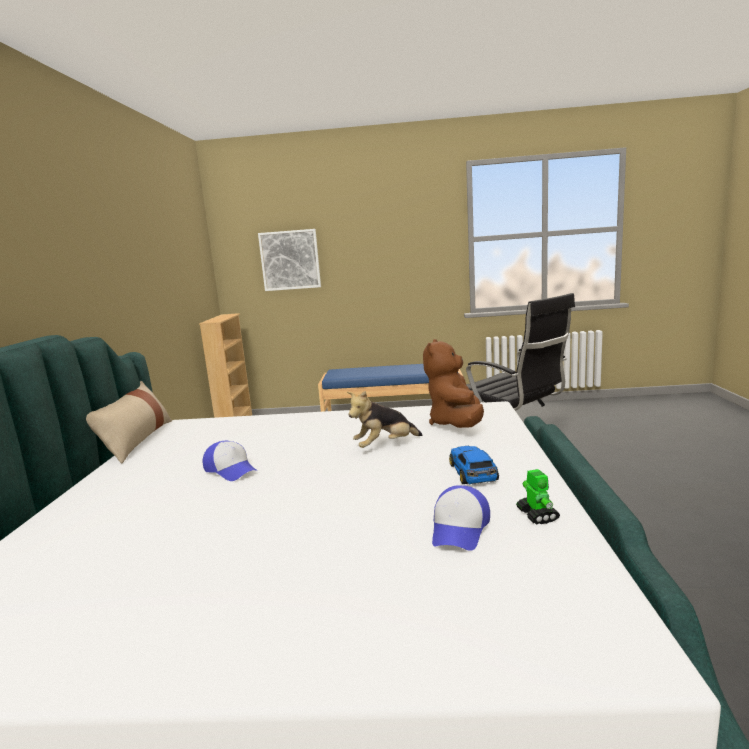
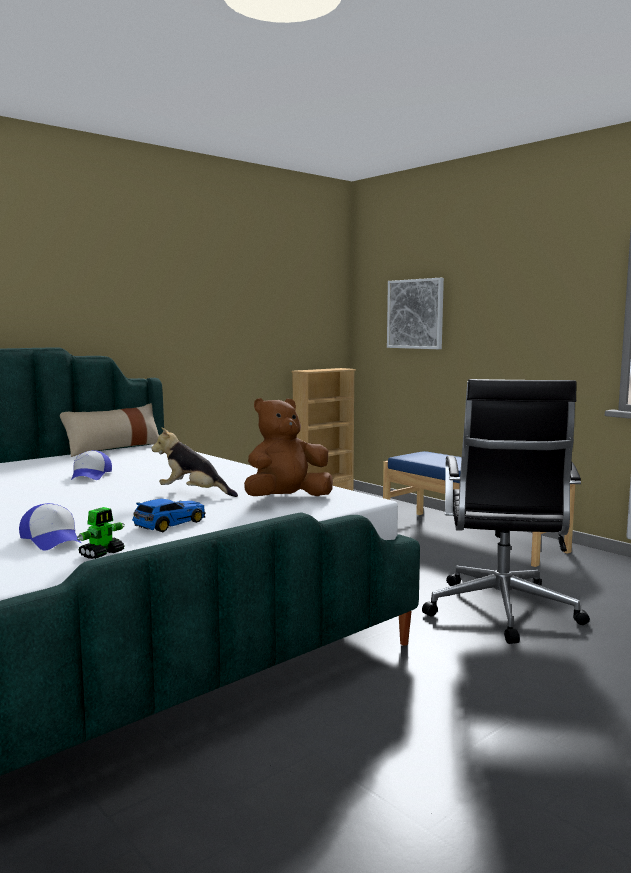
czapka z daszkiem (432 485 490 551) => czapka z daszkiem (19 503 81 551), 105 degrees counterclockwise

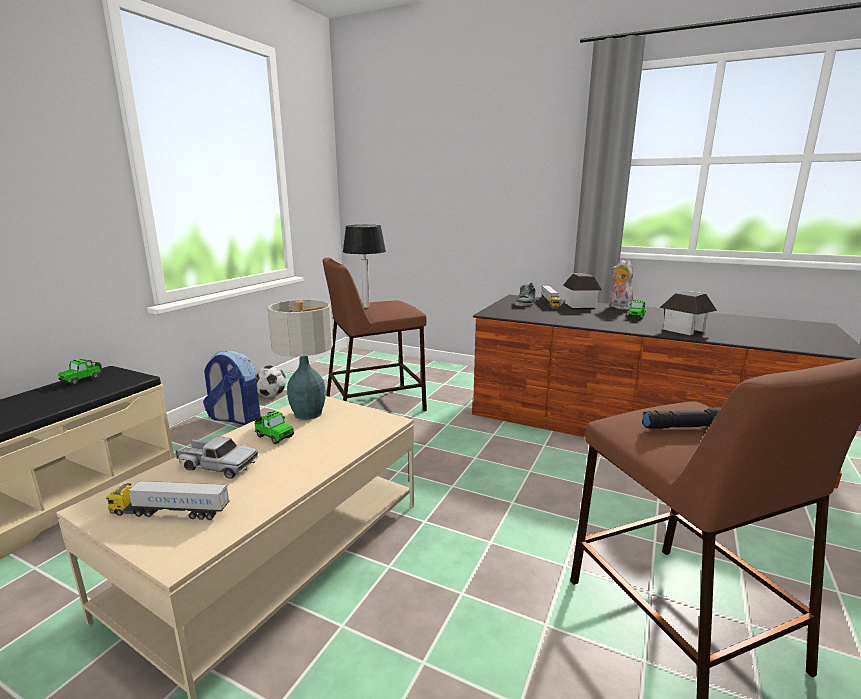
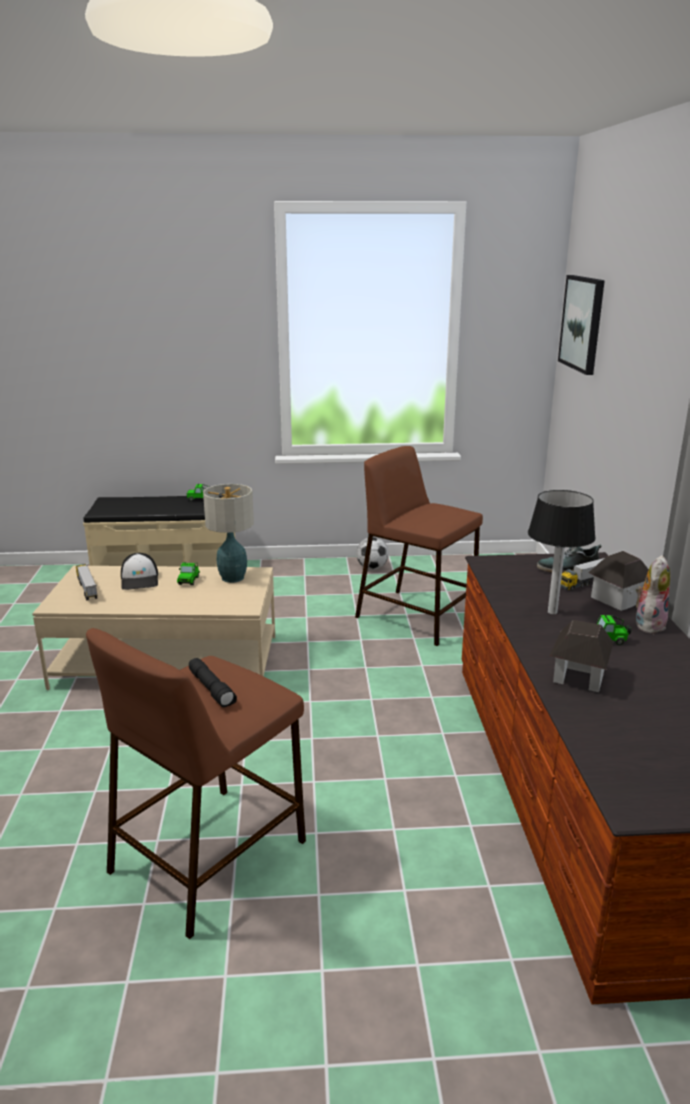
ciężarówka zabawkowa (175 437 258 479) => czapka z daszkiem (121 553 158 590)
lampa stołowa (343 225 386 308) => lampa stołowa (528 490 596 614), relocated
nothing => obraz (558 275 605 375)
plecak (203 351 261 425) => nothing

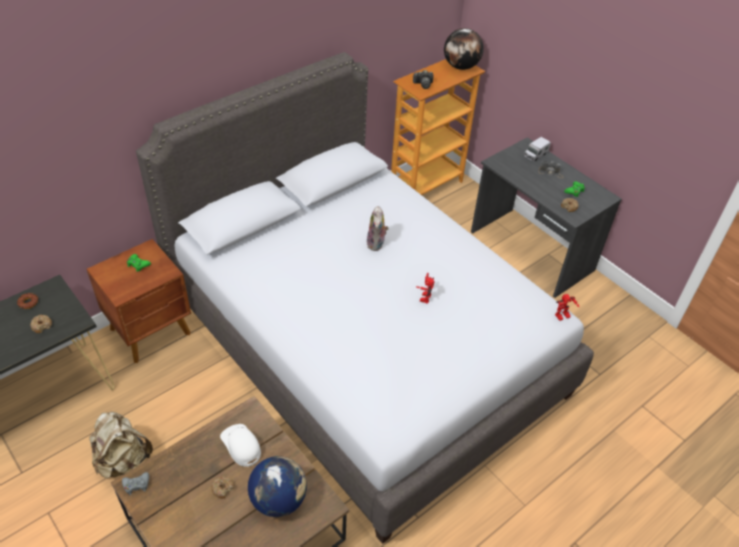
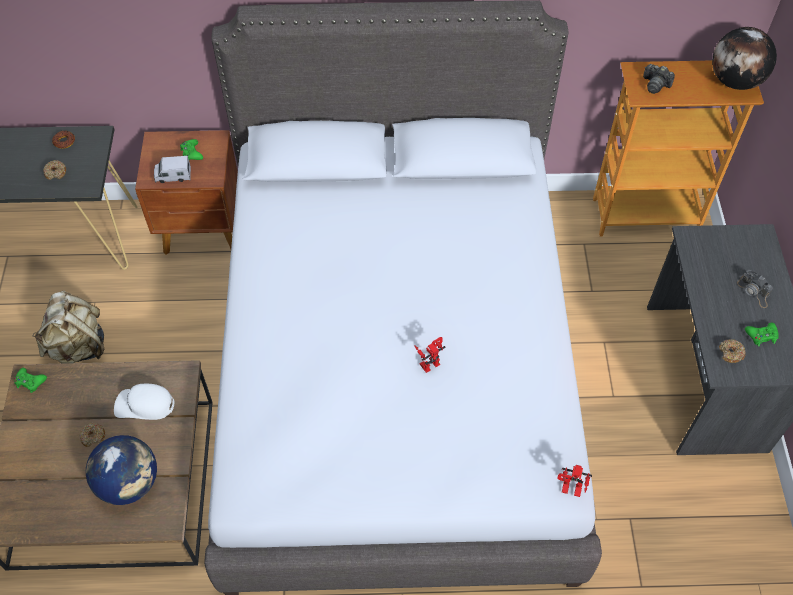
pad do gier/szary (122 472 149 495) => pad do gier/zielony (14 368 47 393)
czapka z daszkiem/biały (220 424 261 467) => czapka z daszkiem/biały (114 384 174 420), 90 degrees counterclockwise
ciężarówka zabawkowa (524 137 551 162) => ciężarówka zabawkowa (154 156 191 183), relocated
pluszak (366 206 389 251) => nothing

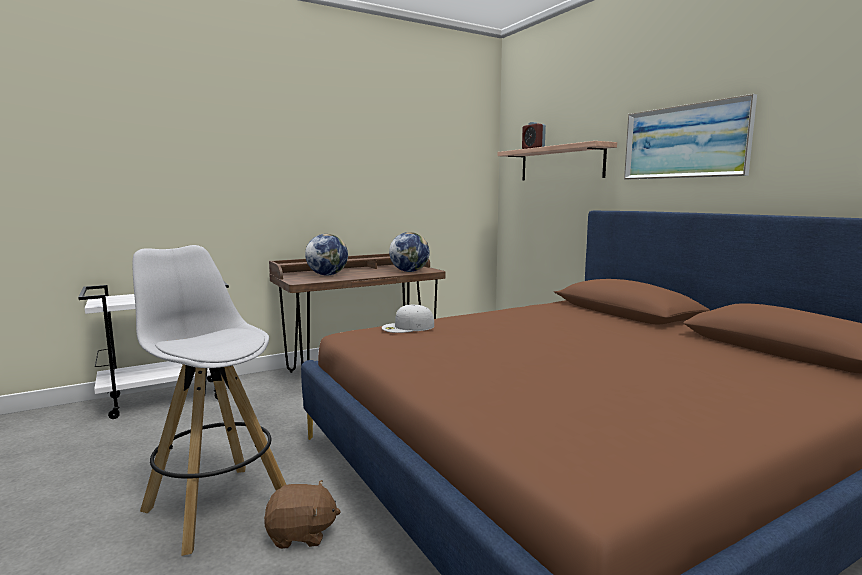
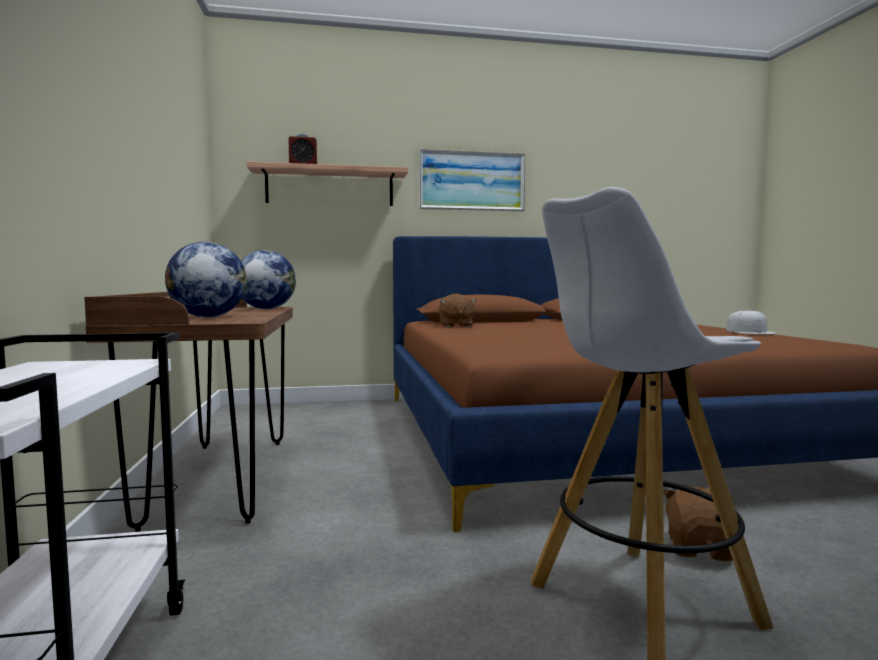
nothing => pluszak/brązowy (439 294 477 327)
czapka z daszkiem/biały (382 305 434 333) => czapka z daszkiem/biały (726 310 777 335), relocated

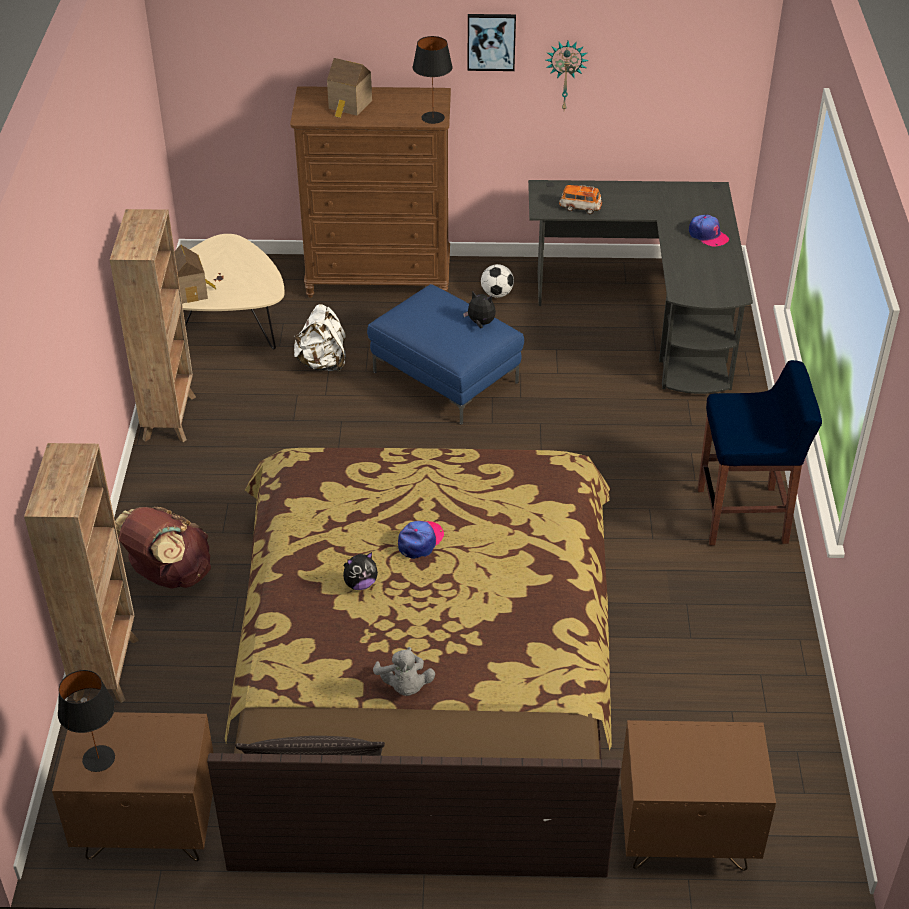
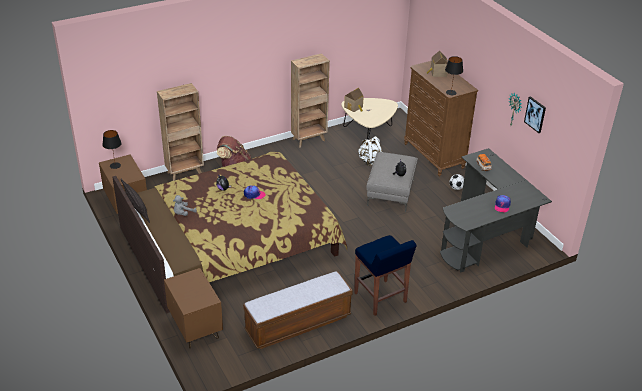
nothing => ławka (243 271 353 349)
pufa/niebieski (367 284 524 425) => pufa/szary (366 152 418 212)
obraz (467 14 516 71) => obraz (524 96 546 133), relocated

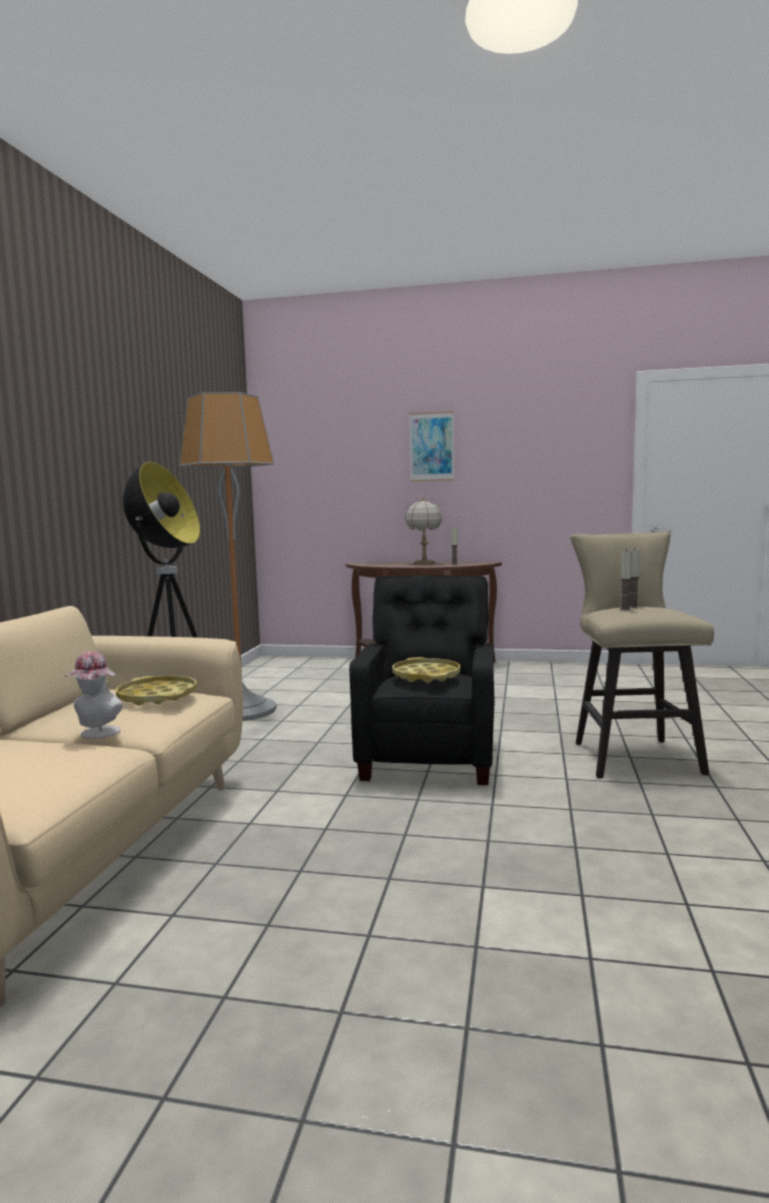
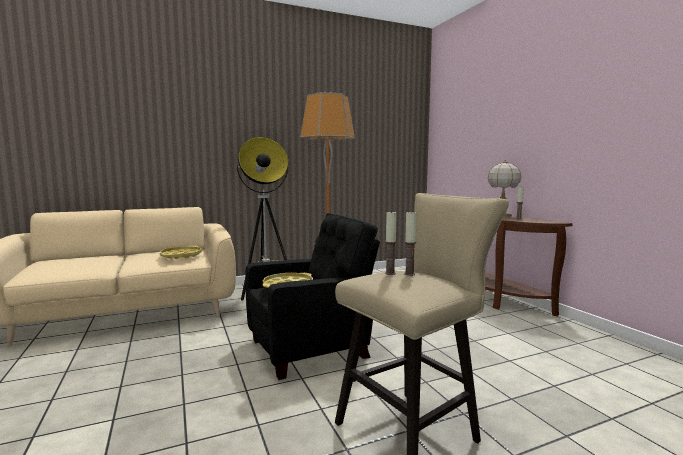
kapelusz (65 651 123 739) => nothing
obraz (409 411 454 482) => nothing

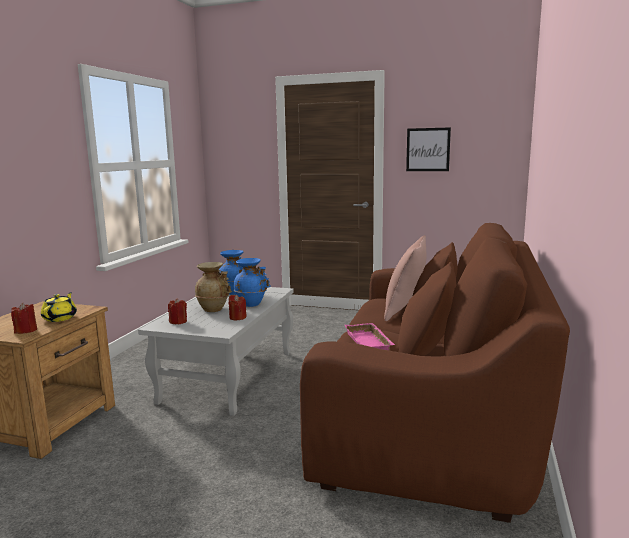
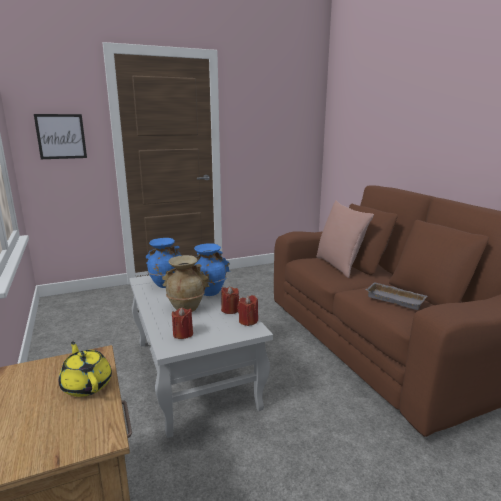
obraz (406 127 451 171) => obraz (34 114 87 159), relocated
świeca/czerwony (11 302 37 334) => świeca/czerwony (237 295 258 326), relocated
taca/różowy (345 323 395 350) => taca/szary (366 282 427 310)

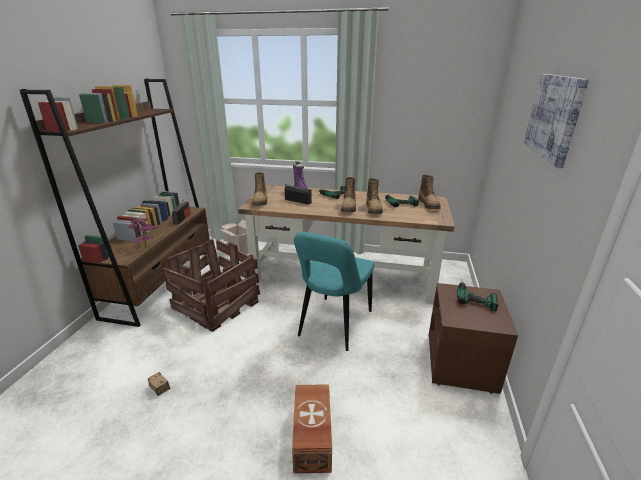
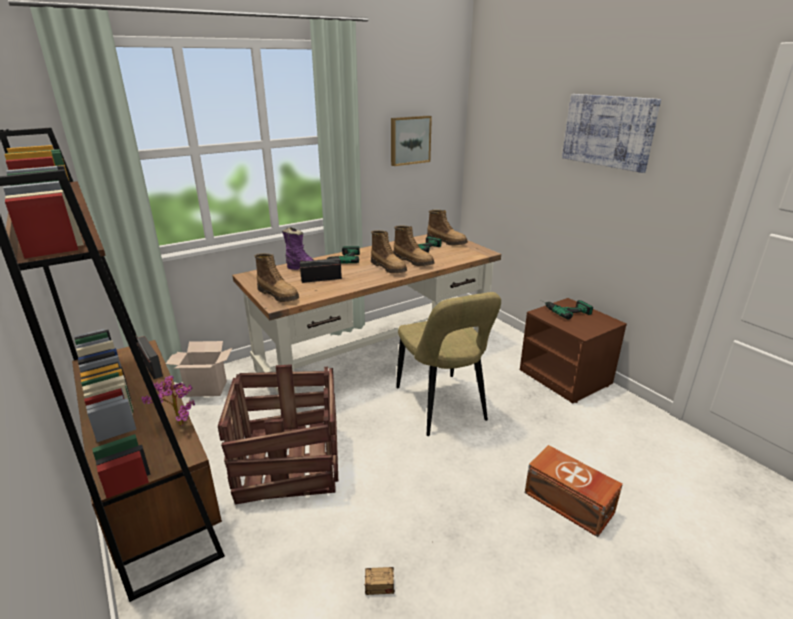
nothing => obraz (391 116 432 166)
krzesło/turkusowy (294 232 374 351) => krzesło/beżowy (396 292 501 436)

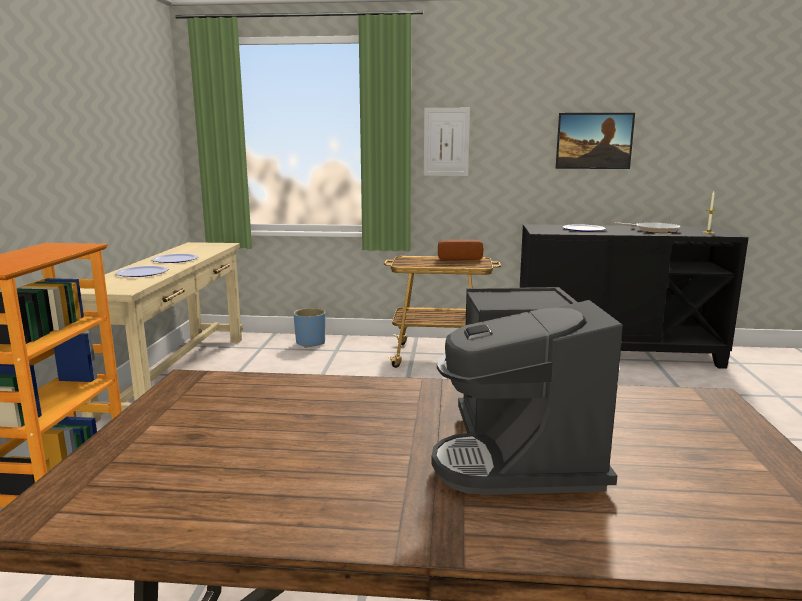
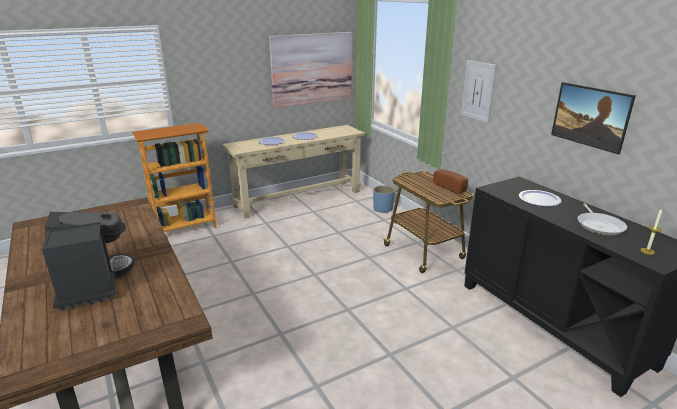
ekspres do kawy (431 287 623 495) => ekspres do kawy (42 212 135 310), 105 degrees clockwise
nothing => obraz (269 32 352 108)

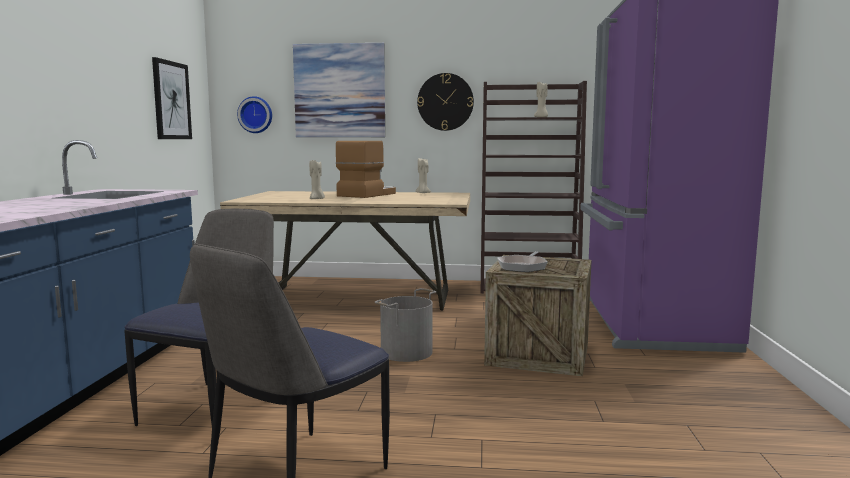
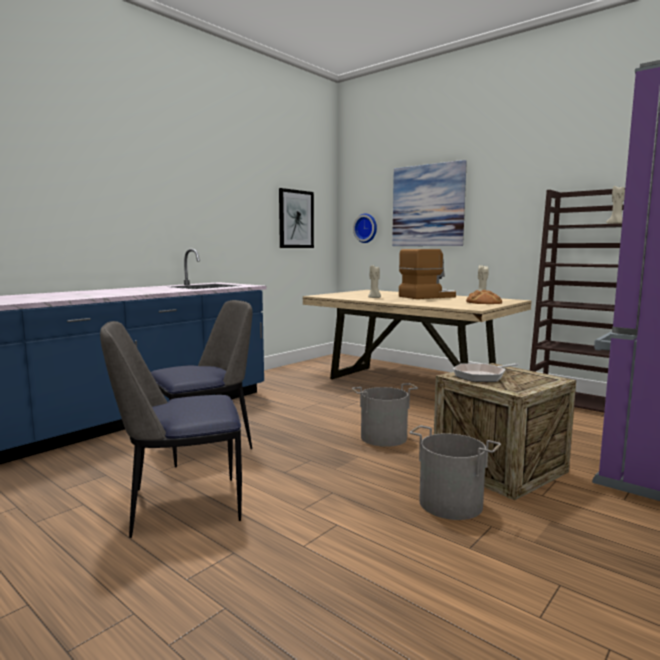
nothing => wiadro/szary (409 425 501 520)
nothing => chleb (466 290 502 304)
zegar ścienny (417 73 474 131) => nothing

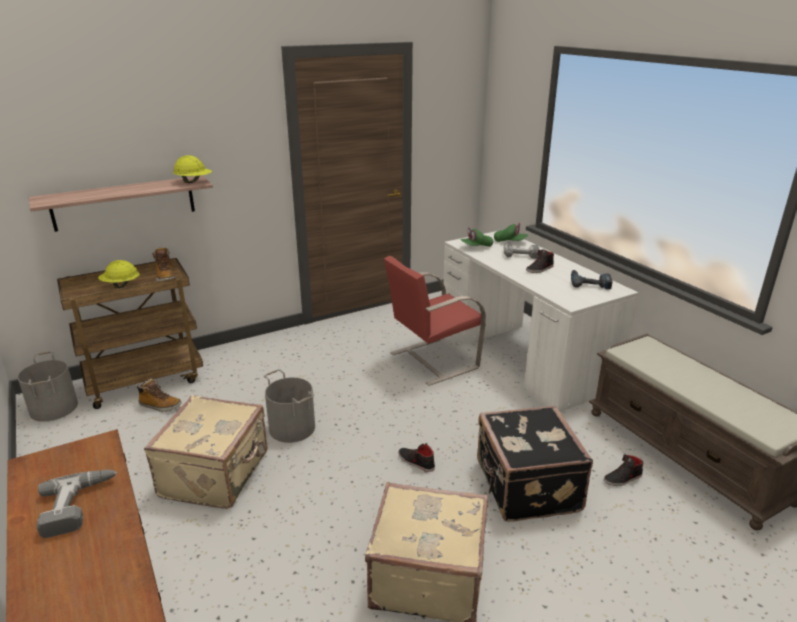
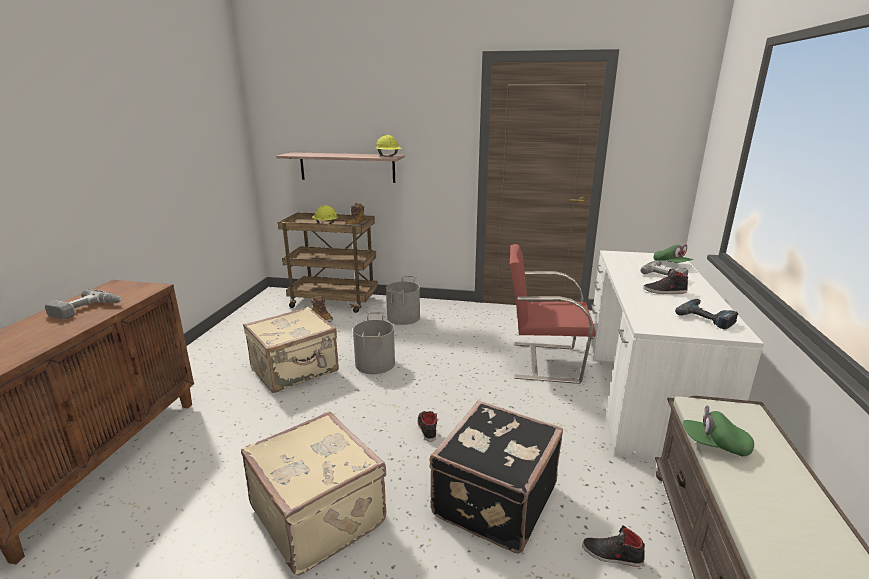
wiadro/szary (17 351 78 422) => wiadro/szary (386 275 420 325), relocated
czapka z daszkiem/zielony (460 227 493 247) => czapka z daszkiem/zielony (683 406 754 456), relocated

